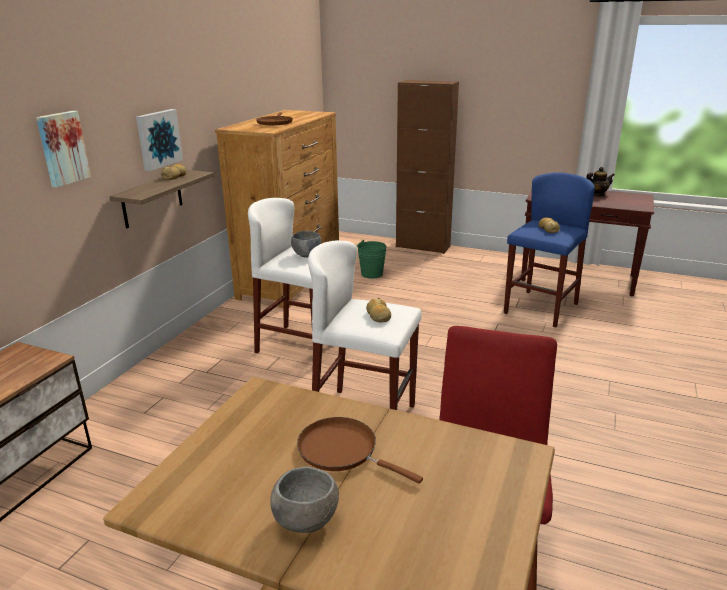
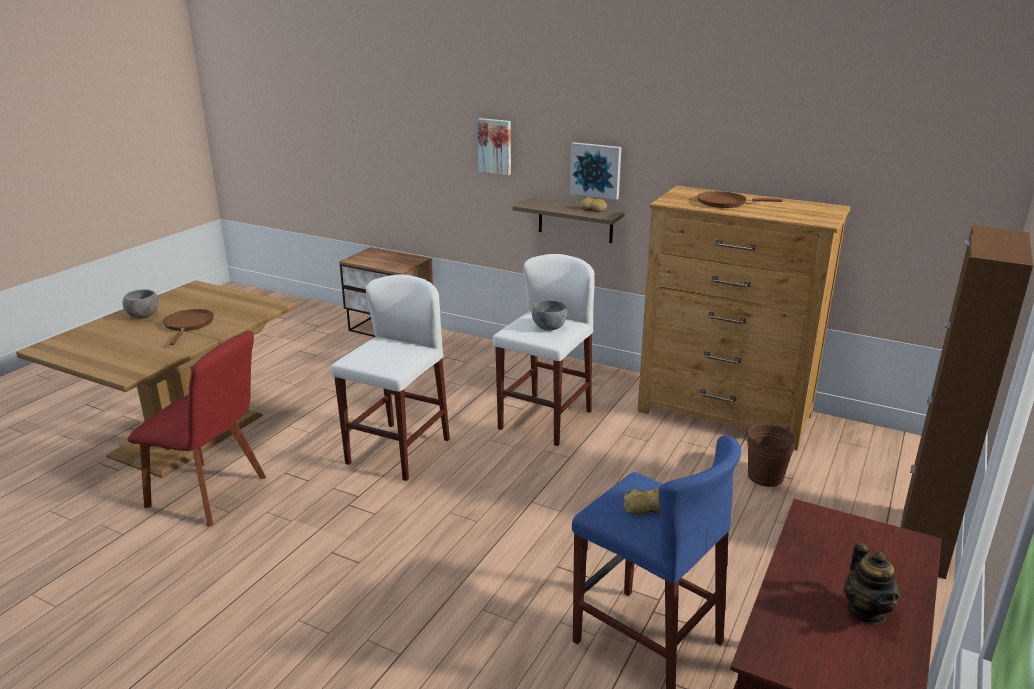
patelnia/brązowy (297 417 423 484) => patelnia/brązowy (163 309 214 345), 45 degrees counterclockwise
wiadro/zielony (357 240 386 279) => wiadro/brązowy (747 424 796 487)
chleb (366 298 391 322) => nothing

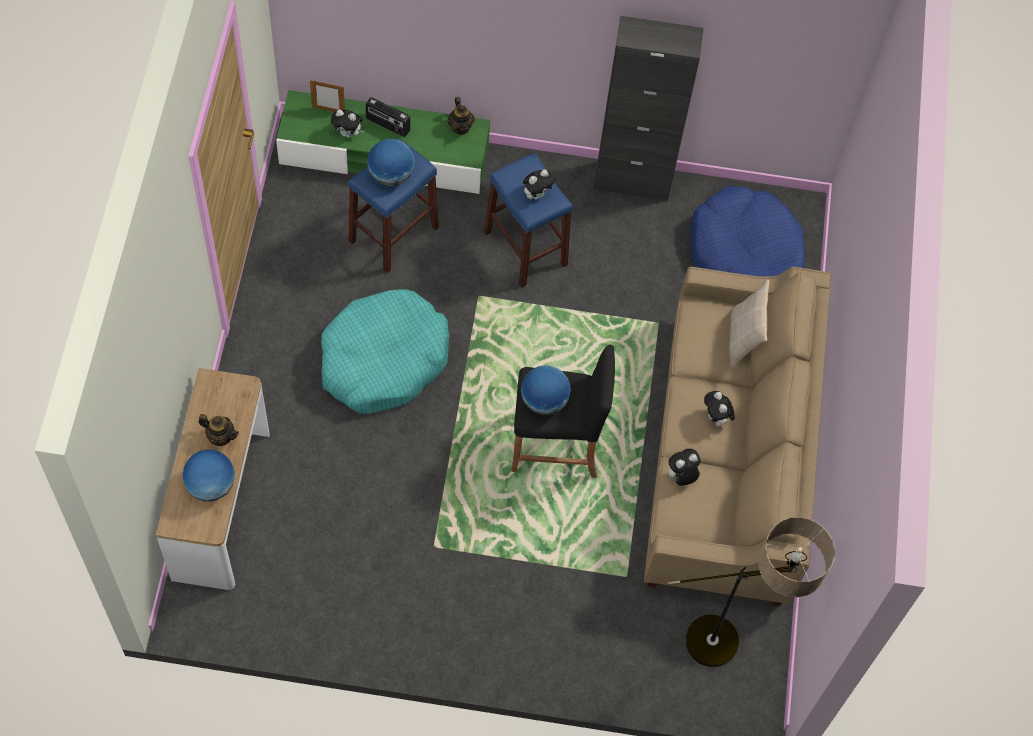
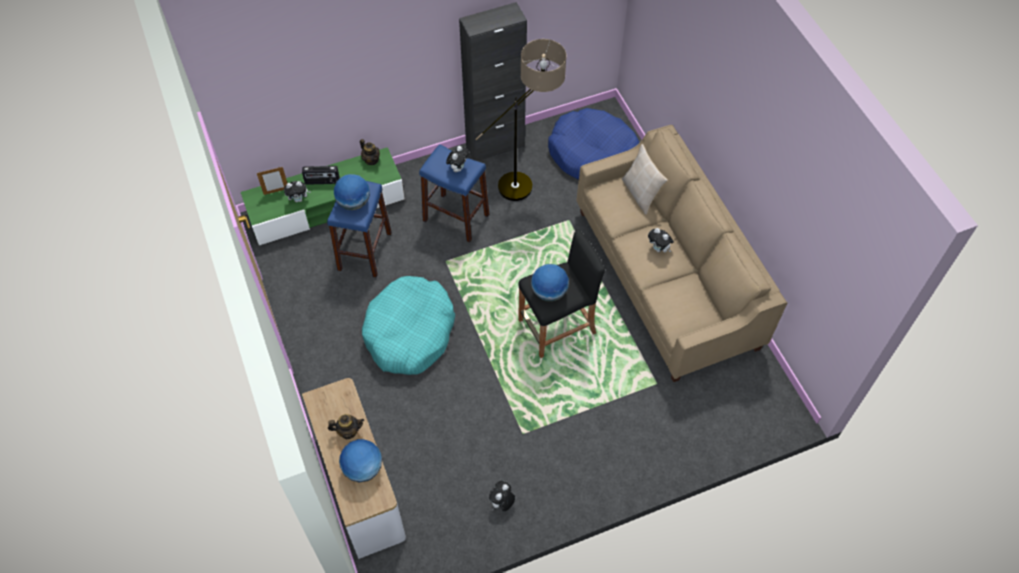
lampa stojąca (668 517 835 667) => lampa stojąca (475 39 567 201), relocated
pluszak (665 449 701 486) => pluszak (489 481 515 512), relocated

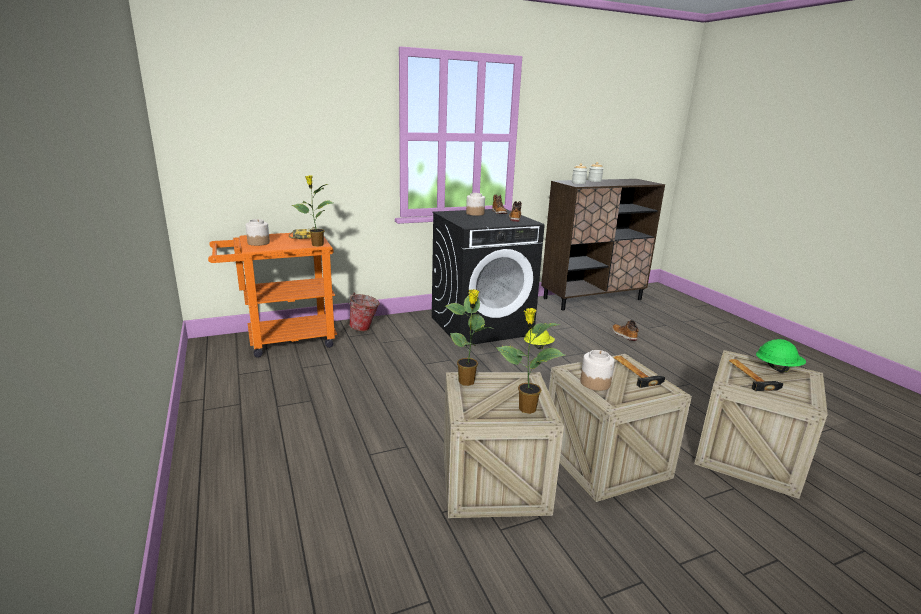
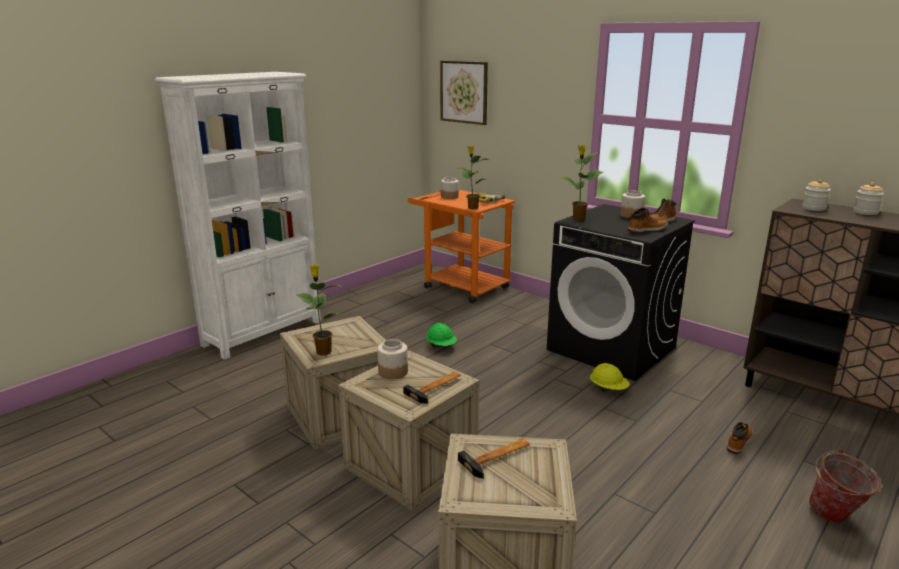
nothing => regał/biały (155 72 321 360)
kask/zielony (756 339 806 372) => kask/zielony (426 323 457 347), relocated
nothing => obraz (440 61 488 125)
roślina doniczkowa (445 289 493 386) => roślina doniczkowa (559 145 603 220), relocated
wiadro (348 293 380 331) => wiadro (809 449 880 523), relocated

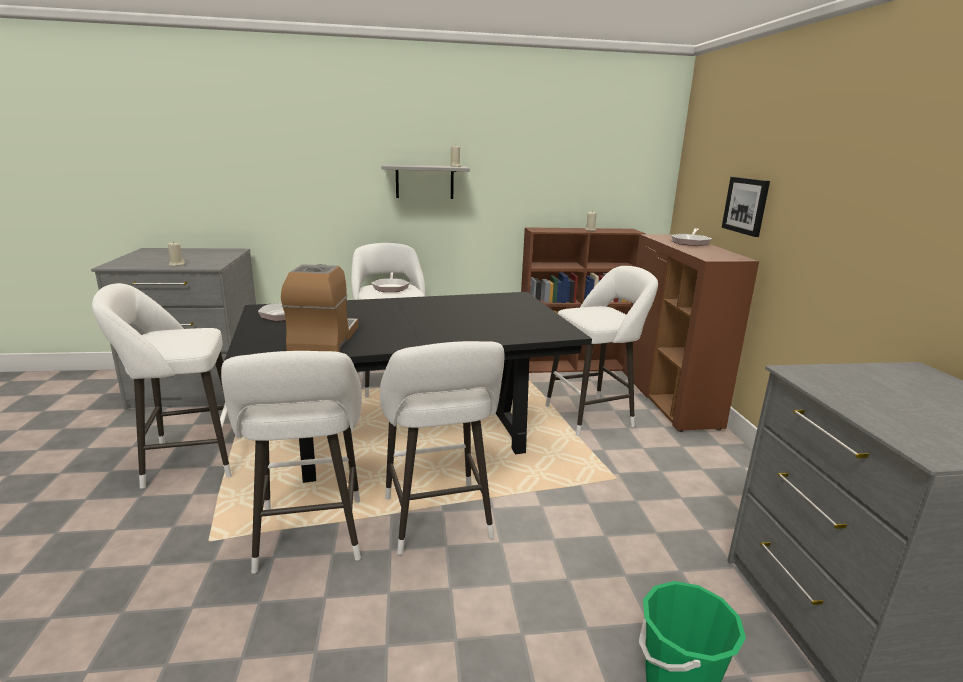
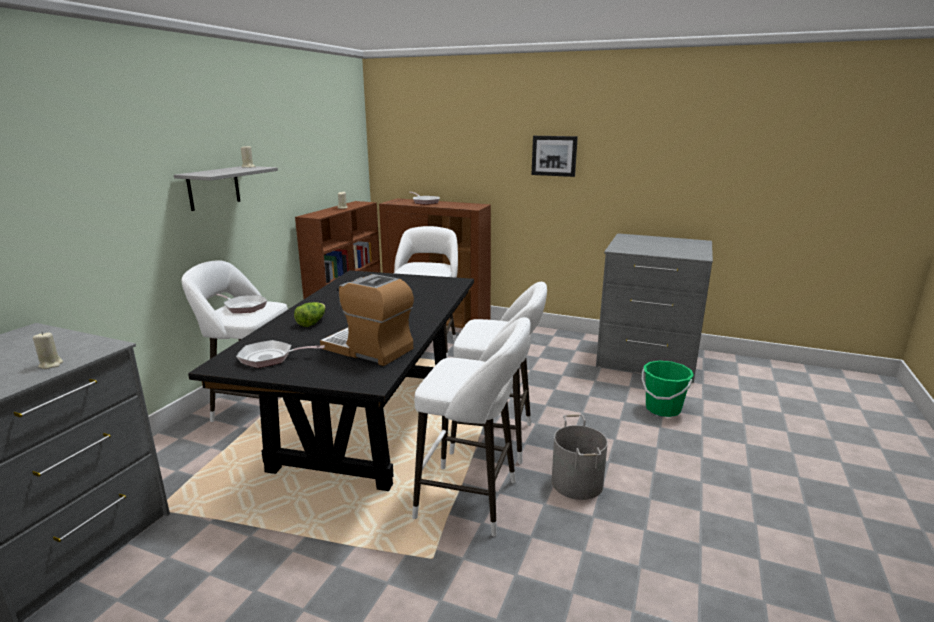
nothing => sałata (294 302 326 327)
obraz (722 177 770 237) => obraz (531 136 578 177), relocated
nothing => wiadro/szary (552 415 608 500)
stołek/biały (92 283 238 489) => nothing

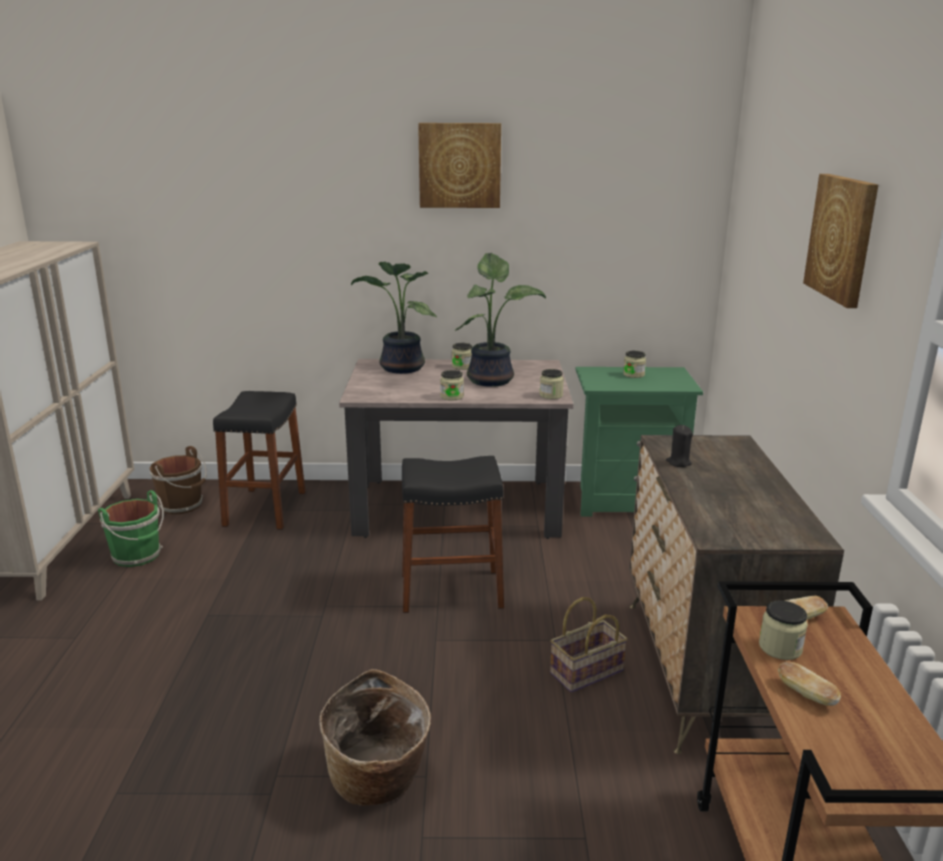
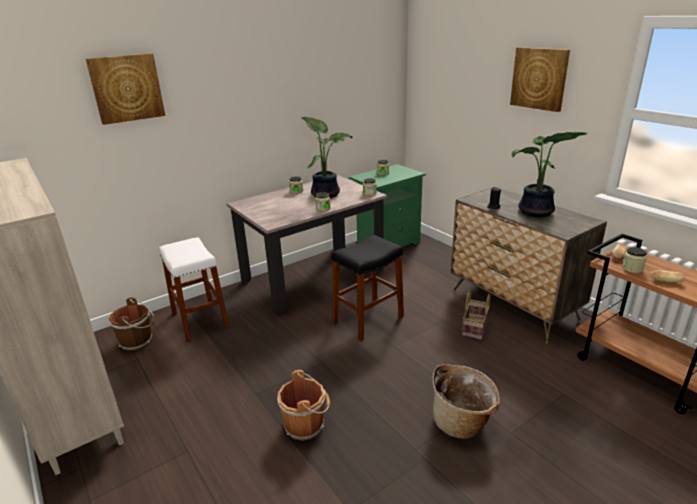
obraz (418 123 501 208) => obraz (86 53 165 125), relocated
stołek/czarny (213 391 306 530) => stołek/biały (159 237 229 342)
nothing => wiadro/brązowy (277 370 330 441)
roślina doniczkowa (351 262 437 374) => roślina doniczkowa (511 131 587 217), relocated
wiadro/zielony (98 490 164 567) => nothing

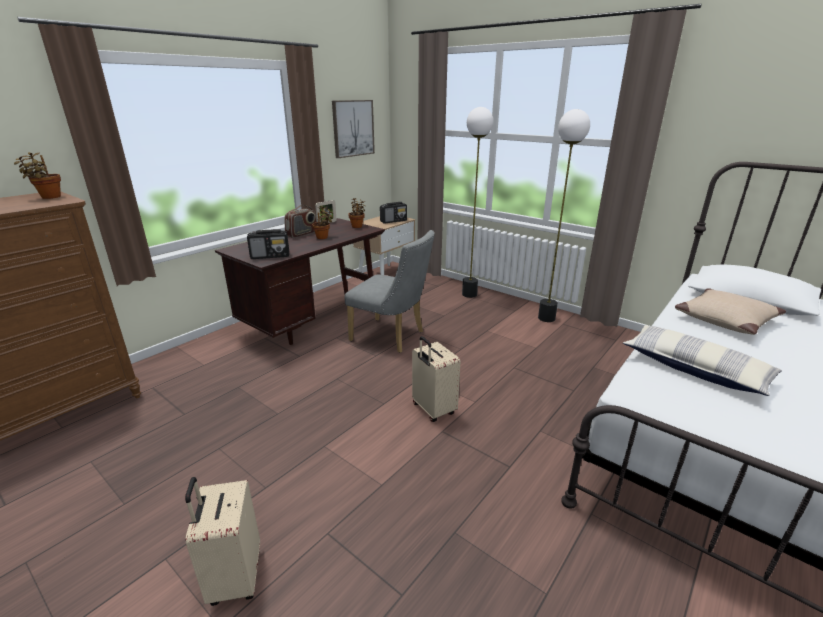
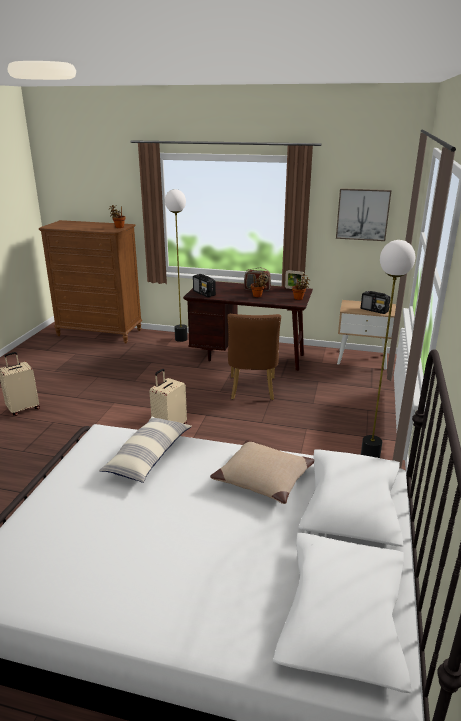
lampa stojąca (462 107 493 298) => lampa stojąca (165 189 188 342), relocated
krzesło/szary (344 230 435 353) => krzesło/brązowy (227 314 281 400)

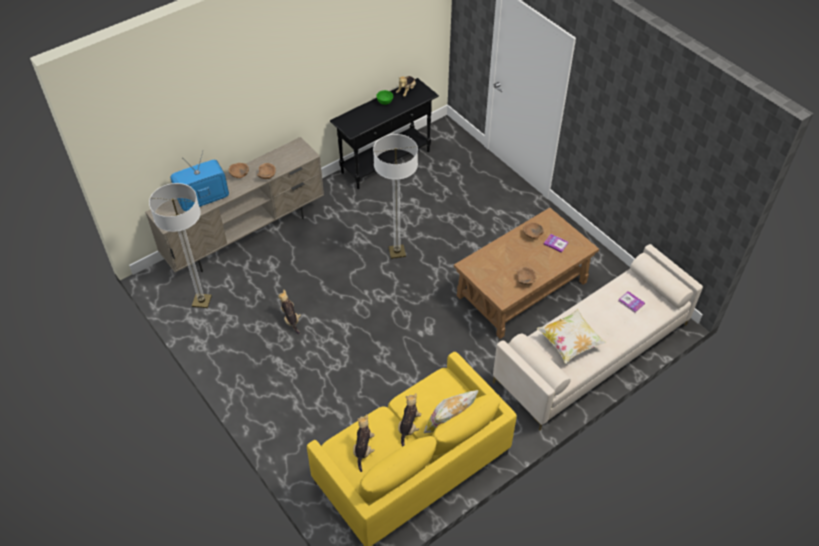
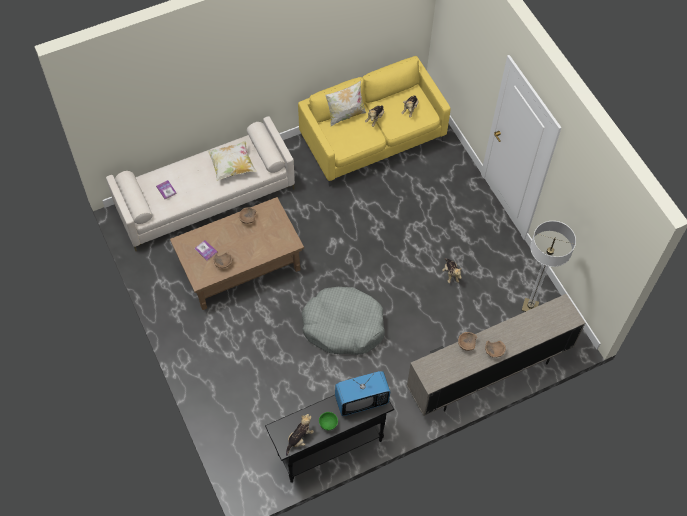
lampa stojąca (373 134 418 259) => legowisko/szary (302 287 385 355)
telewizor (170 152 229 211) => telewizor (335 371 390 416), relocated

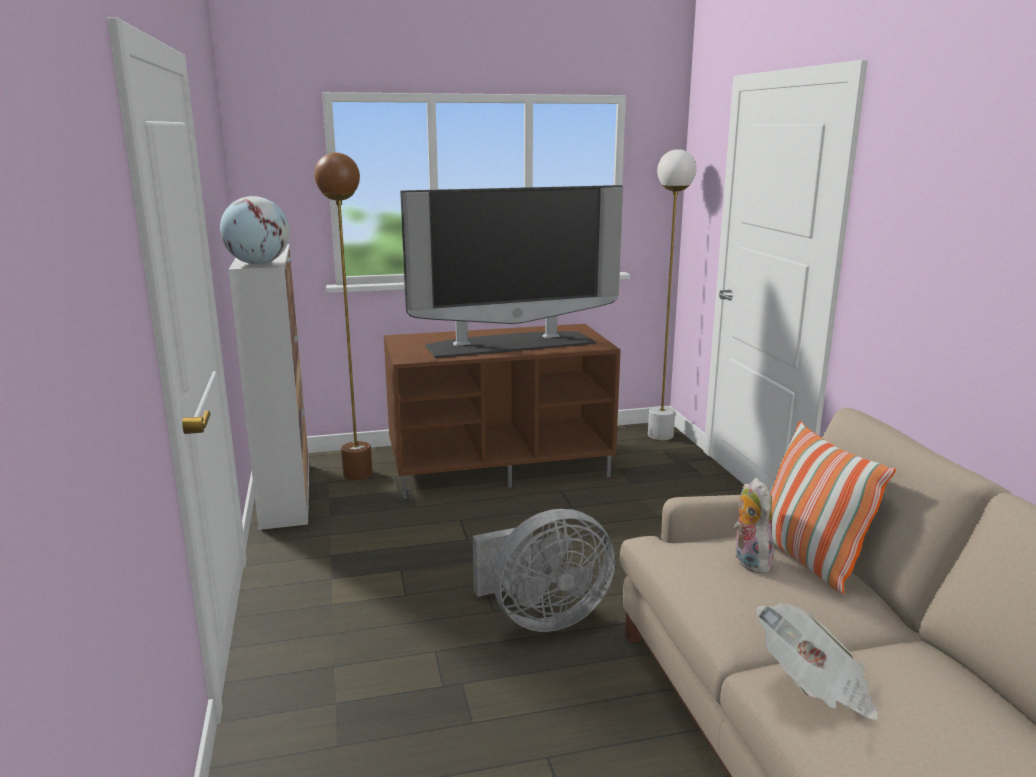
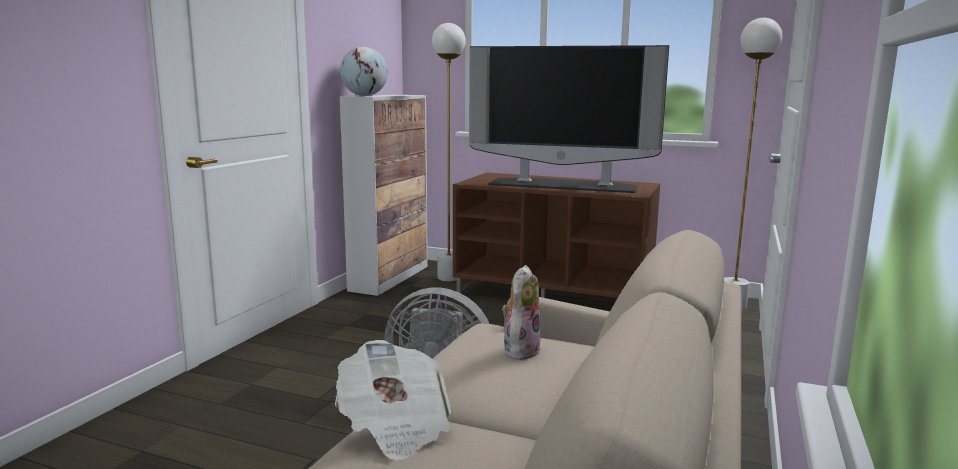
lampa stojąca/brązowy (314 153 372 481) => lampa stojąca/biały (432 23 466 281)
poduszka (770 421 896 594) => nothing

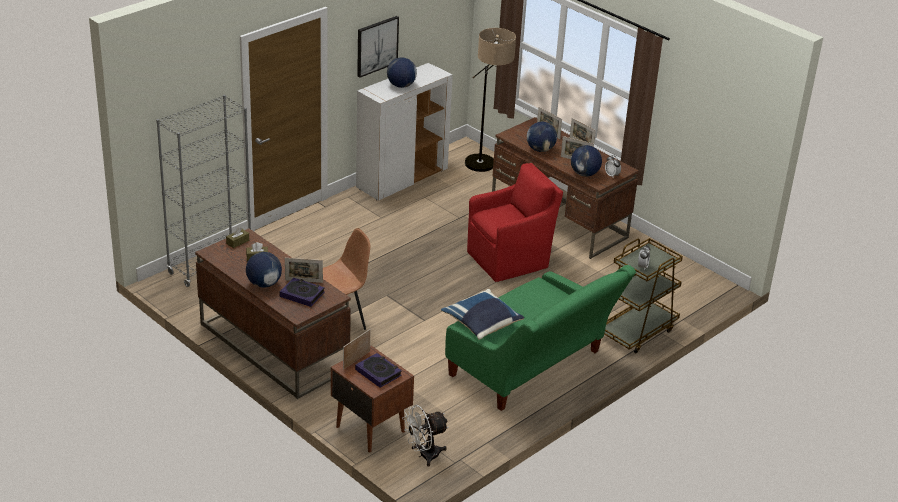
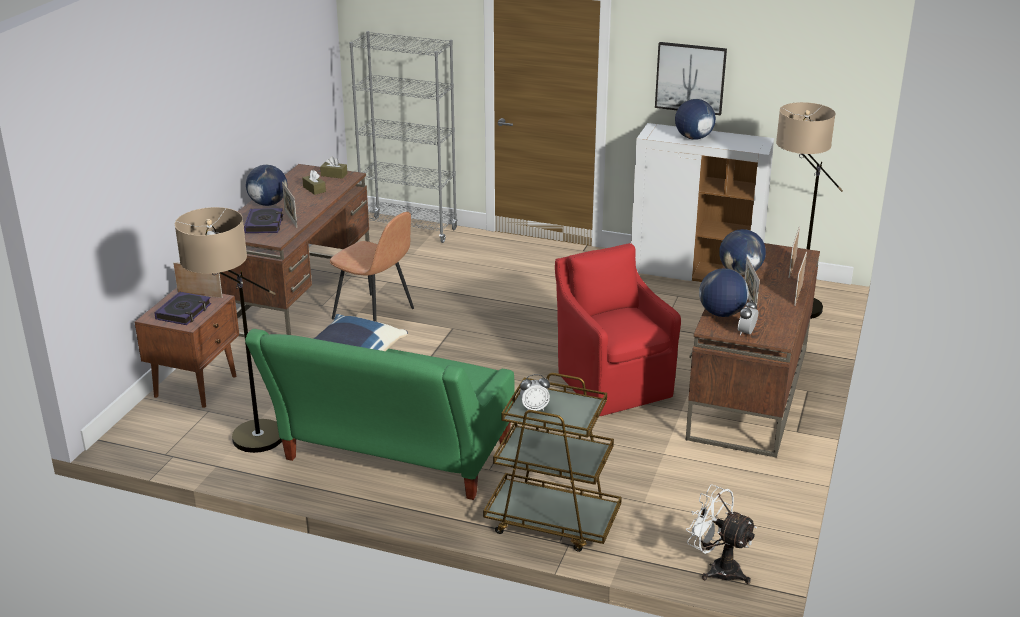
nothing => lampa stojąca (174 207 282 453)
fotel/czerwony (467 163 563 282) => fotel/czerwony (555 243 681 416), 150 degrees counterclockwise
wentylator/biały (402 405 449 466) => wentylator/biały (686 484 757 584), relocated

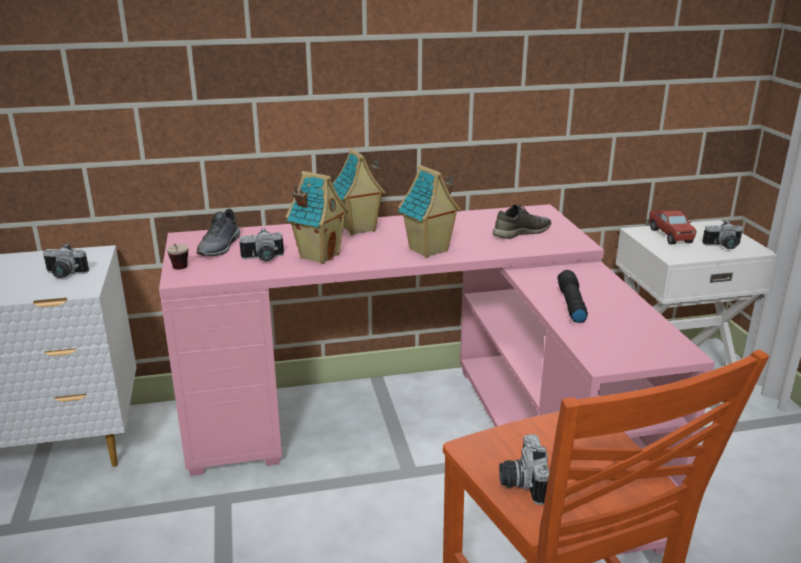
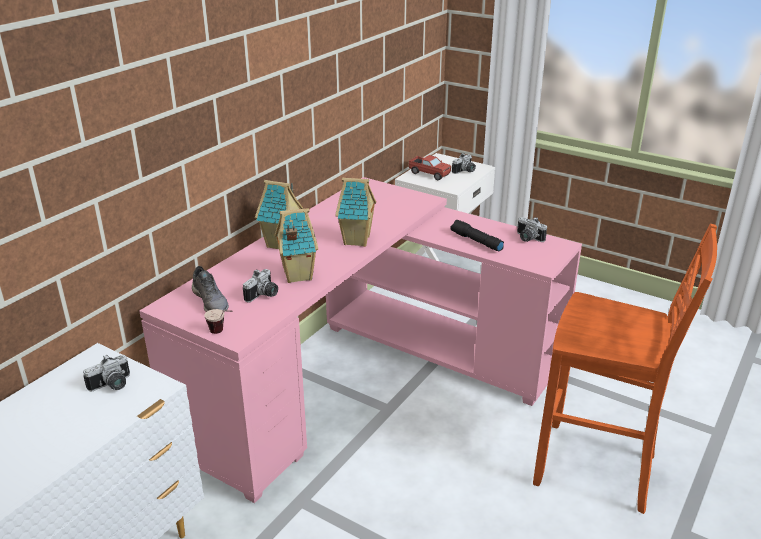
aparat fotograficzny (499 434 549 505) => aparat fotograficzny (517 217 547 242), relocated
but/szary (493 204 552 239) => nothing

